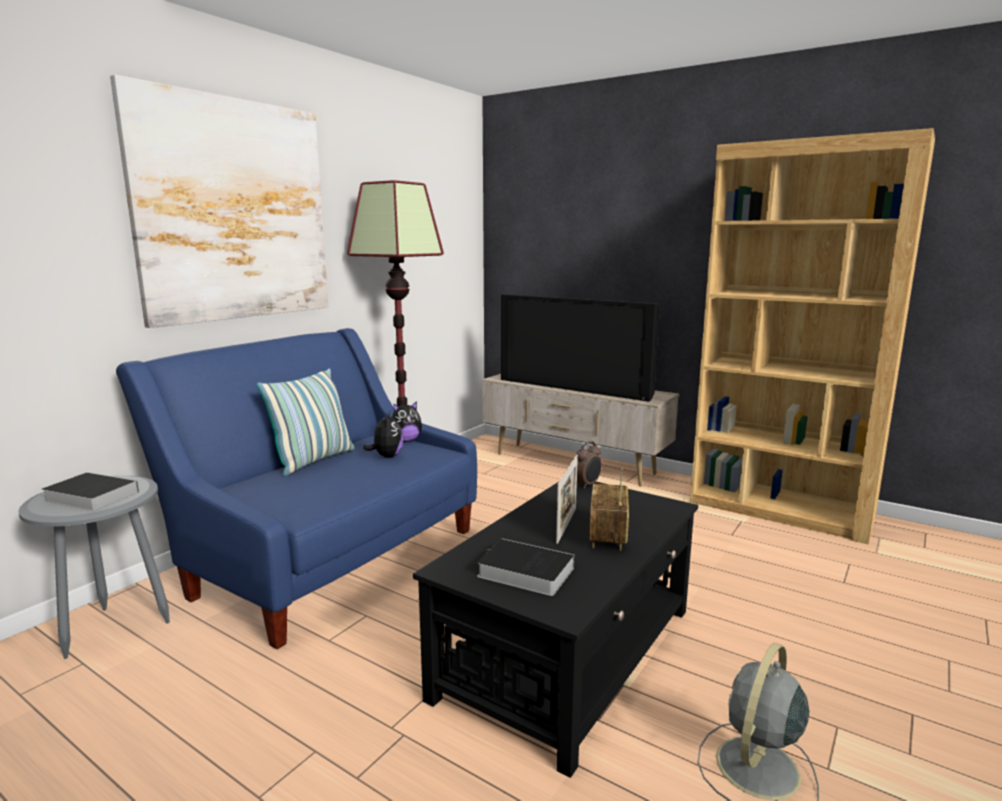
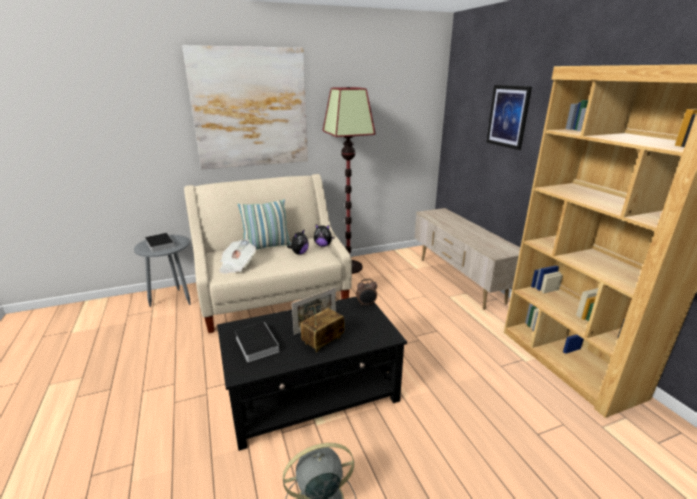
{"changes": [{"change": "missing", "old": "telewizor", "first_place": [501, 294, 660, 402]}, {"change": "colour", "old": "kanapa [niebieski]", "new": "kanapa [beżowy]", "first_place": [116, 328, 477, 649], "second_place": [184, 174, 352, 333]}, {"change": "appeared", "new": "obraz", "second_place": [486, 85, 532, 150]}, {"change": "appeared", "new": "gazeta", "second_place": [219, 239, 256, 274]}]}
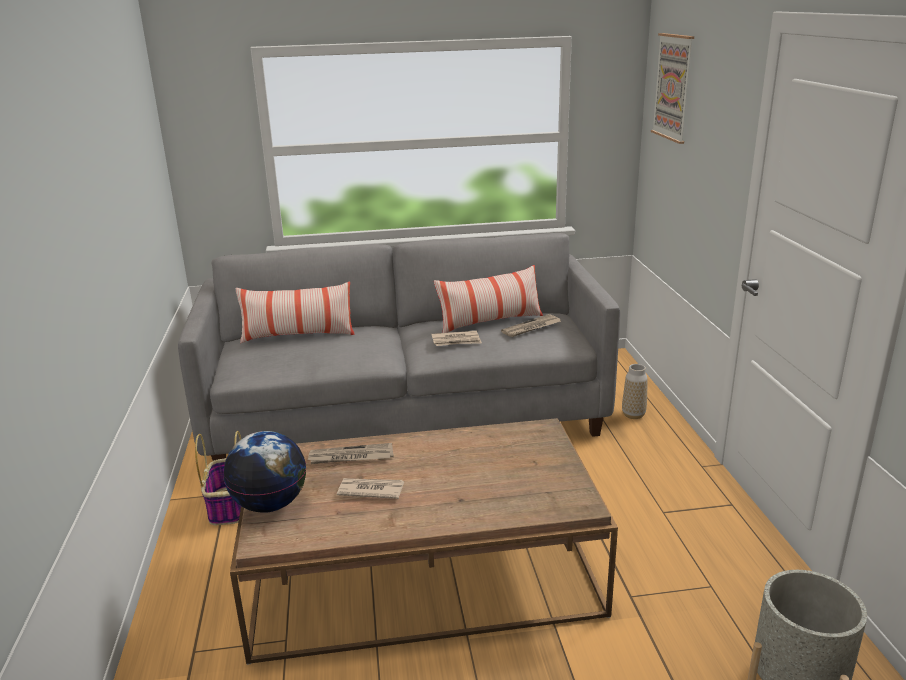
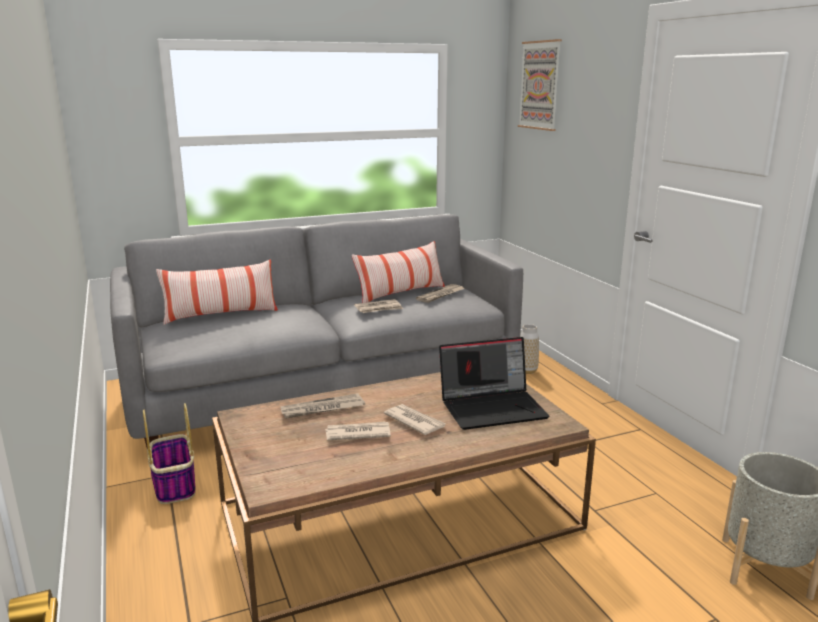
{"changes": [{"change": "missing", "old": "globus", "first_place": [223, 431, 306, 513]}, {"change": "appeared", "new": "laptop", "second_place": [439, 337, 550, 430]}, {"change": "appeared", "new": "gazeta", "second_place": [384, 404, 446, 435]}]}
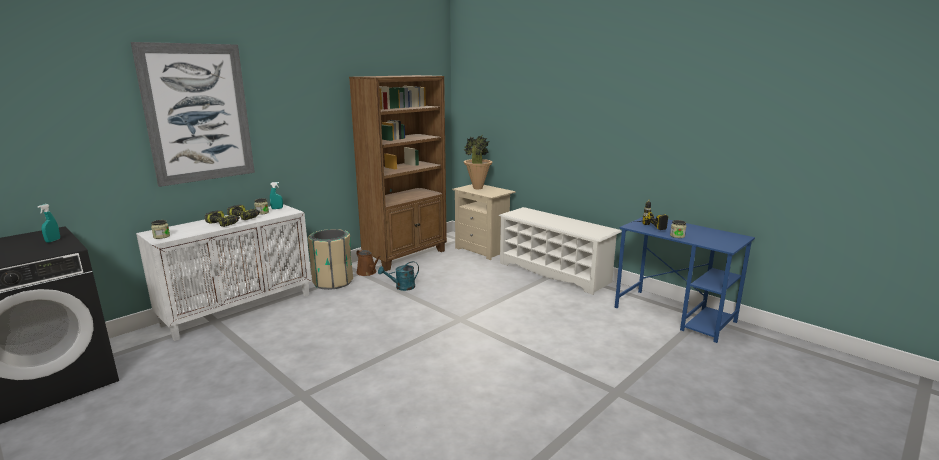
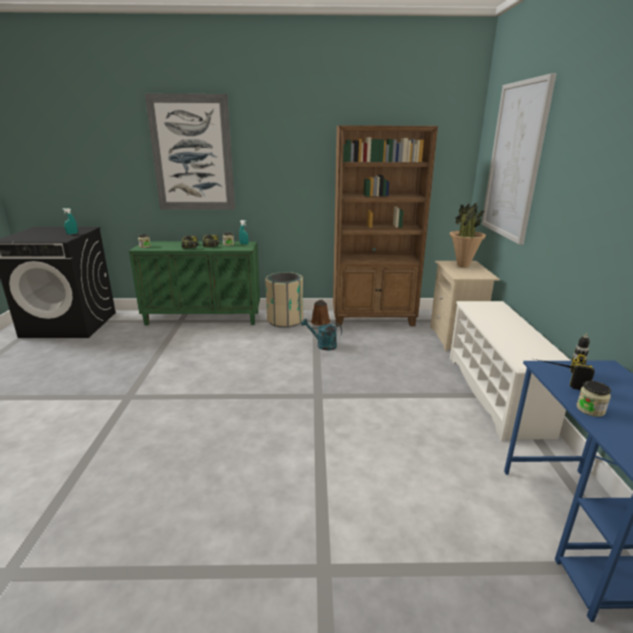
{"changes": [{"change": "colour", "old": "szafka [biały]", "new": "szafka [zielony]", "first_place": [136, 204, 312, 341], "second_place": [129, 241, 260, 325]}, {"change": "appeared", "new": "obraz", "second_place": [482, 73, 556, 245]}]}
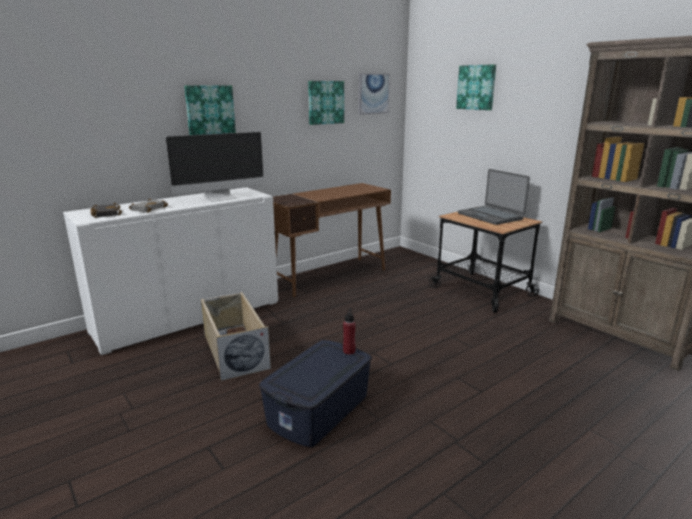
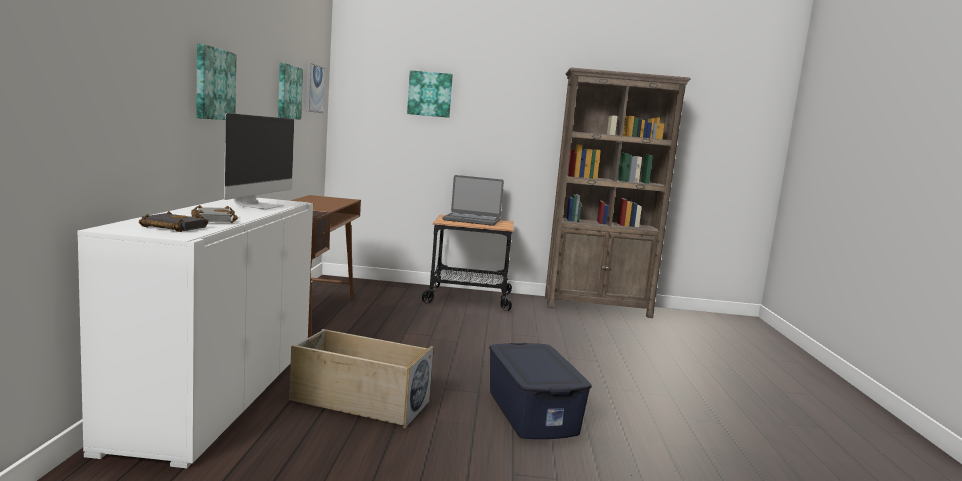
{"changes": [{"change": "missing", "old": "butelka [czerwony]", "first_place": [343, 308, 356, 355]}]}
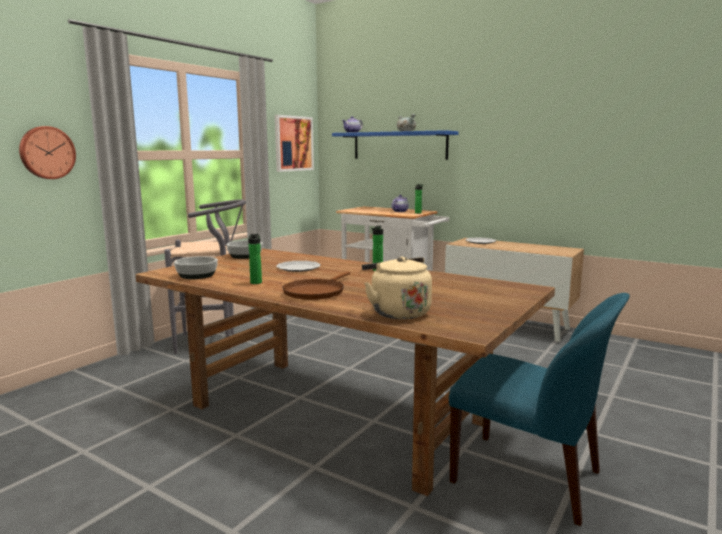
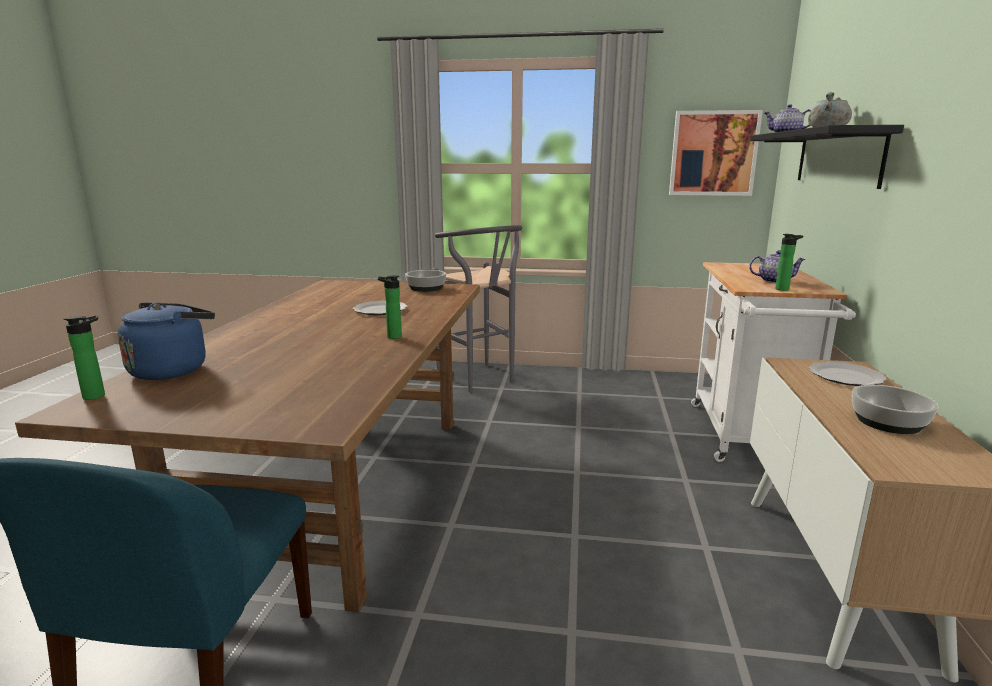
{"changes": [{"change": "missing", "old": "zegar ścienny", "first_place": [19, 126, 76, 179]}, {"change": "colour", "old": "półka [niebieski]", "new": "półka [czarny]", "first_place": [332, 130, 458, 160], "second_place": [750, 125, 904, 189]}, {"change": "relocated", "old": "butelka", "first_place": [248, 234, 262, 284], "second_place": [64, 315, 105, 400]}, {"change": "relocated", "old": "miska", "first_place": [174, 256, 218, 279], "second_place": [852, 385, 938, 434]}, {"change": "colour", "old": "czajnik [beżowy]", "new": "czajnik [niebieski]", "first_place": [362, 256, 432, 319], "second_place": [118, 302, 215, 380]}, {"change": "missing", "old": "patelnia [brązowy]", "first_place": [282, 271, 350, 300]}]}
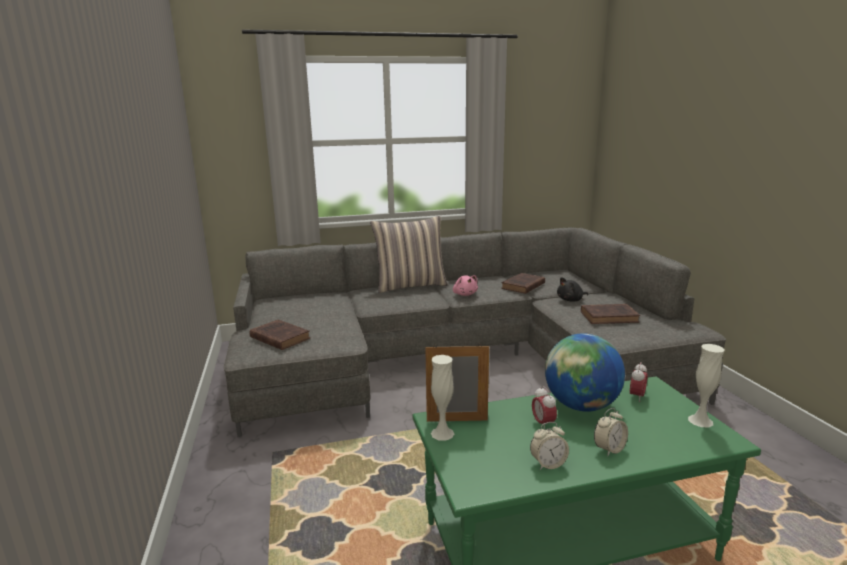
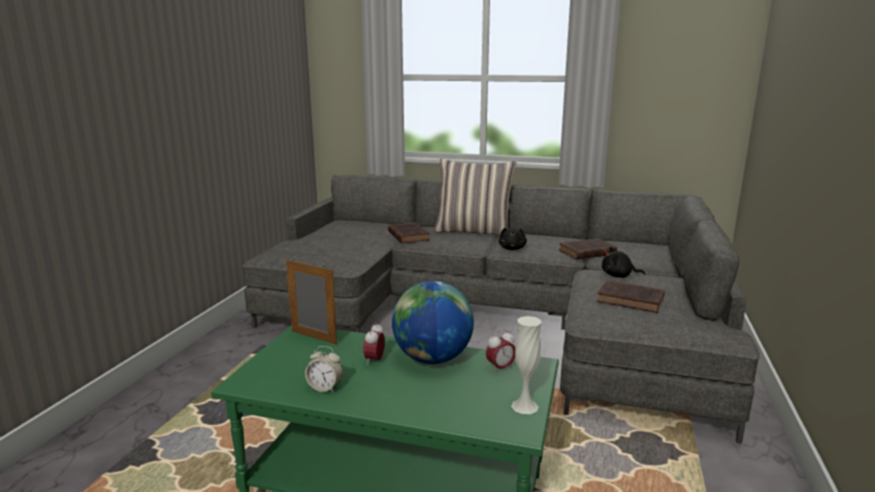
{"changes": [{"change": "colour", "old": "pluszak [różowy]", "new": "pluszak [czarny]", "first_place": [453, 275, 478, 296], "second_place": [499, 227, 527, 250]}, {"change": "relocated", "old": "książka [brązowy]", "first_place": [249, 320, 310, 350], "second_place": [388, 223, 430, 243]}, {"change": "missing", "old": "wazon [biały]", "first_place": [431, 355, 454, 441]}, {"change": "missing", "old": "budzik", "first_place": [594, 408, 628, 456]}]}
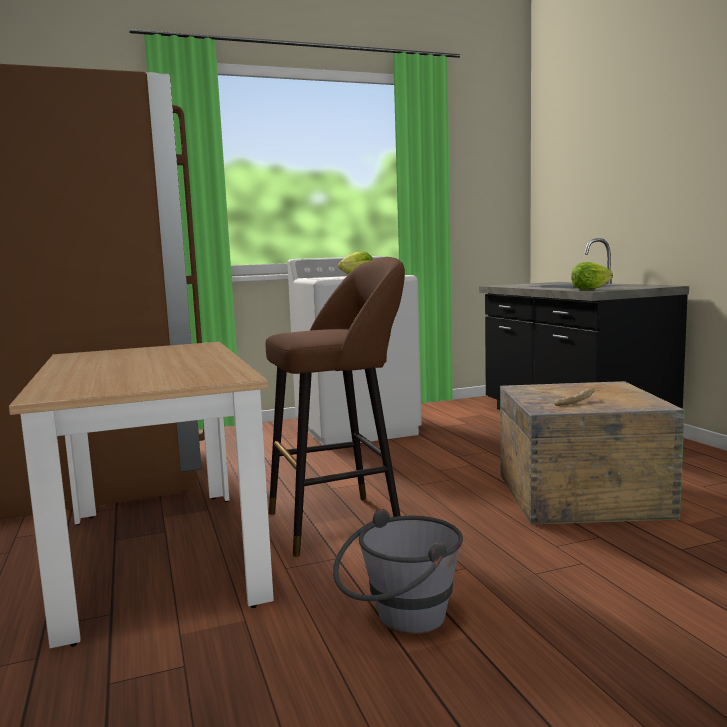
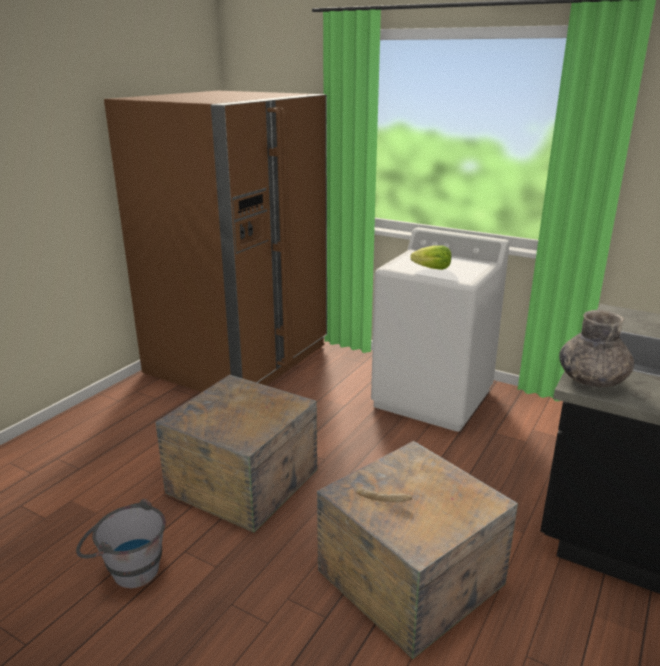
{"changes": [{"change": "exchanged", "old": "stołek [brązowy]", "new": "skrzynka", "first_place": [266, 257, 405, 557], "second_place": [155, 375, 317, 533]}, {"change": "exchanged", "old": "sałata", "new": "wazon [szary]", "first_place": [571, 262, 613, 290], "second_place": [559, 310, 634, 387]}, {"change": "missing", "old": "stół jadalny [beżowy]", "first_place": [9, 342, 274, 648]}]}
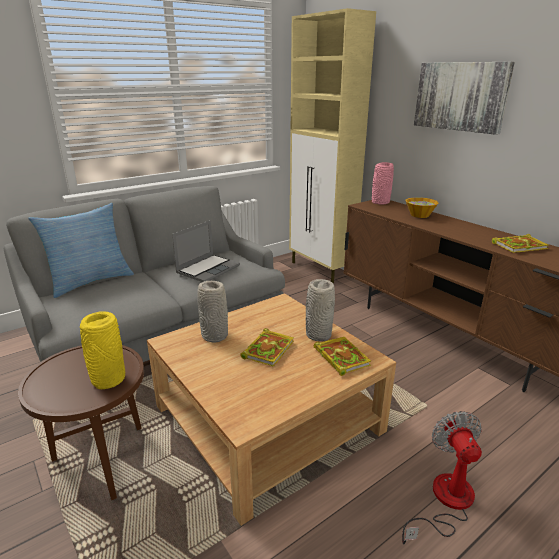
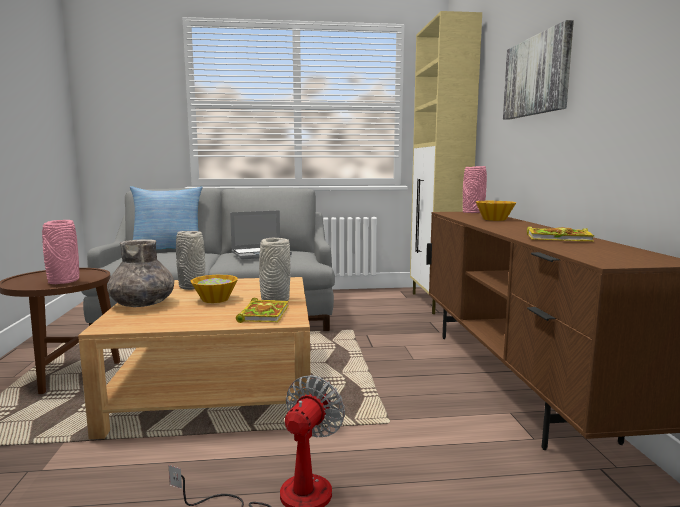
{"changes": [{"change": "colour", "old": "wazon [żółty]", "new": "wazon [różowy]", "first_place": [80, 311, 125, 389], "second_place": [42, 220, 79, 284]}, {"change": "exchanged", "old": "książka", "new": "miska", "first_place": [240, 328, 294, 367], "second_place": [191, 275, 238, 303]}, {"change": "appeared", "new": "wazon [szary]", "second_place": [107, 239, 174, 307]}]}
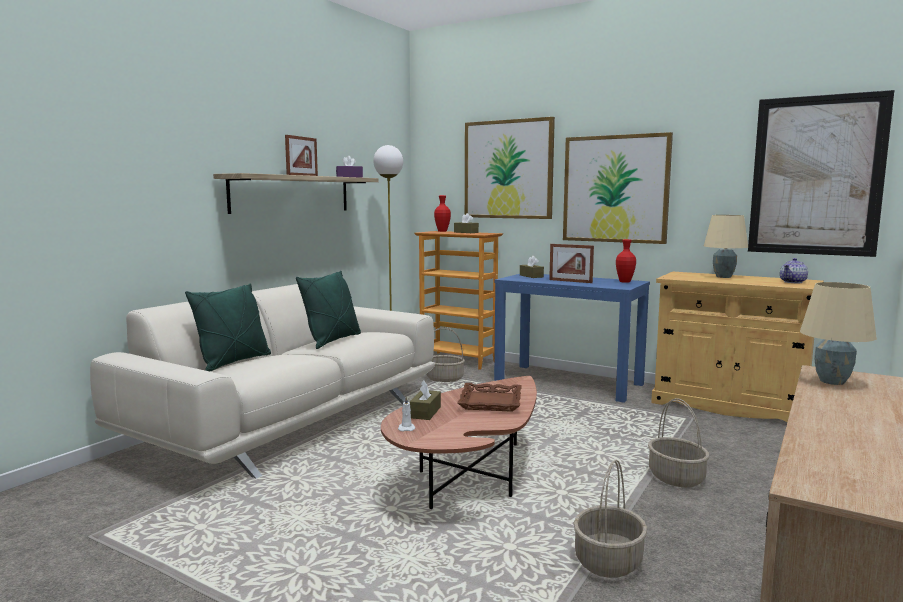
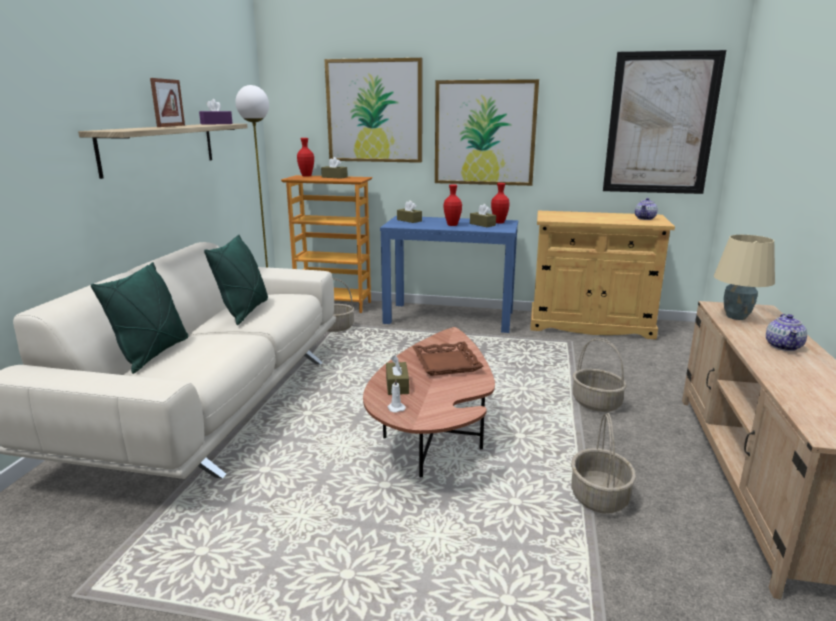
{"changes": [{"change": "missing", "old": "lampa stołowa [beżowy]", "first_place": [704, 215, 748, 278]}, {"change": "exchanged", "old": "ramka na zdjęcie", "new": "wazon [czerwony]", "first_place": [549, 244, 594, 283], "second_place": [444, 184, 462, 226]}, {"change": "appeared", "new": "pudełko chusteczek [brązowy]", "second_place": [470, 204, 496, 227]}, {"change": "appeared", "new": "imbryk", "second_place": [766, 314, 807, 351]}]}
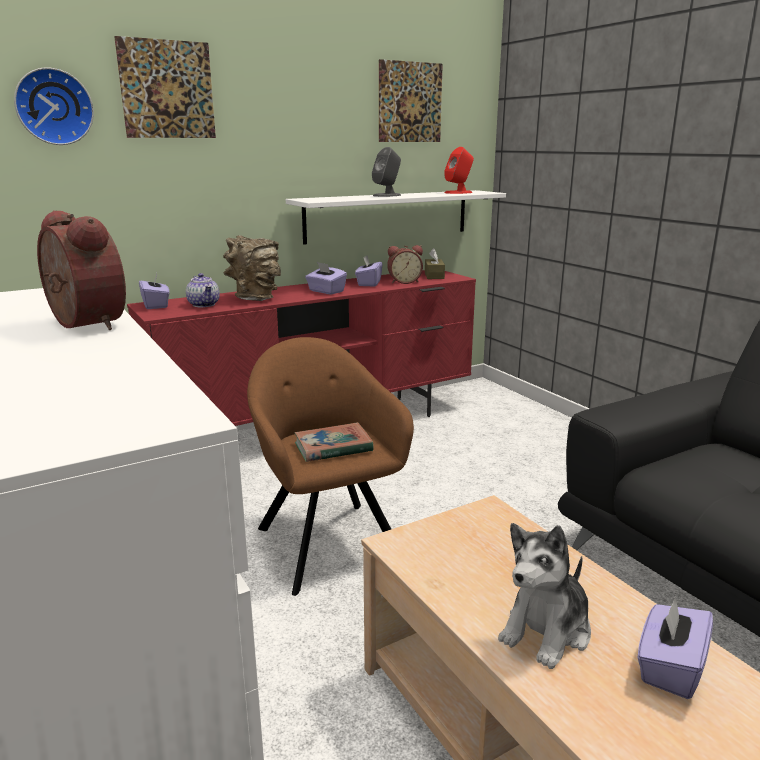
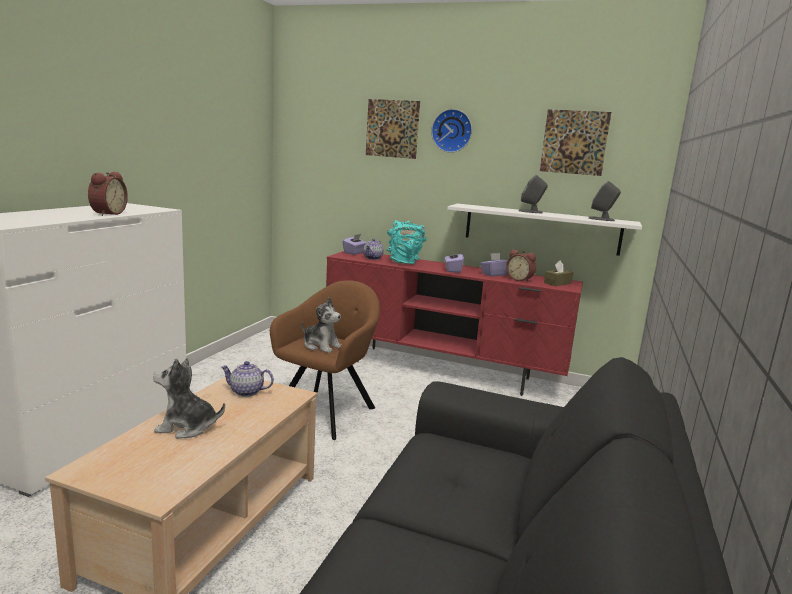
{"changes": [{"change": "relocated", "old": "zegar ścienny", "first_place": [14, 67, 94, 145], "second_place": [431, 109, 472, 153]}, {"change": "colour", "old": "głośnik [czerwony]", "new": "głośnik [szary]", "first_place": [444, 147, 474, 194], "second_place": [589, 181, 621, 221]}, {"change": "colour", "old": "wazon [brązowy]", "new": "wazon [turkusowy]", "first_place": [223, 235, 281, 301], "second_place": [386, 220, 427, 264]}, {"change": "exchanged", "old": "książka", "new": "pluszak", "first_place": [294, 422, 374, 462], "second_place": [301, 297, 342, 353]}, {"change": "missing", "old": "pudełko chusteczek [fioletowy]", "first_place": [637, 596, 713, 699]}, {"change": "appeared", "new": "imbryk", "second_place": [221, 361, 274, 397]}]}
